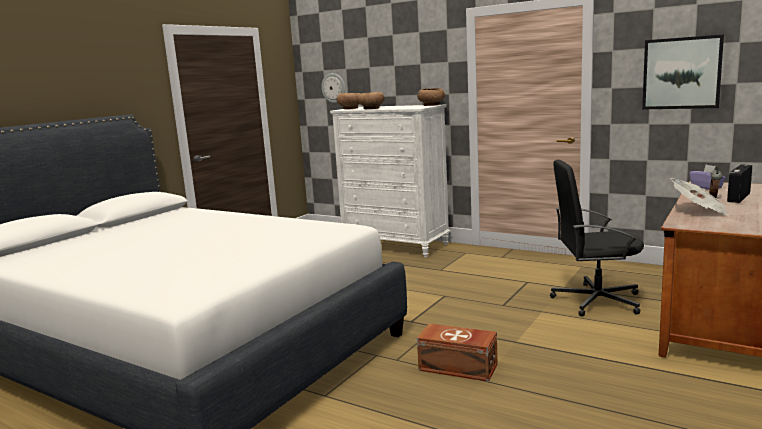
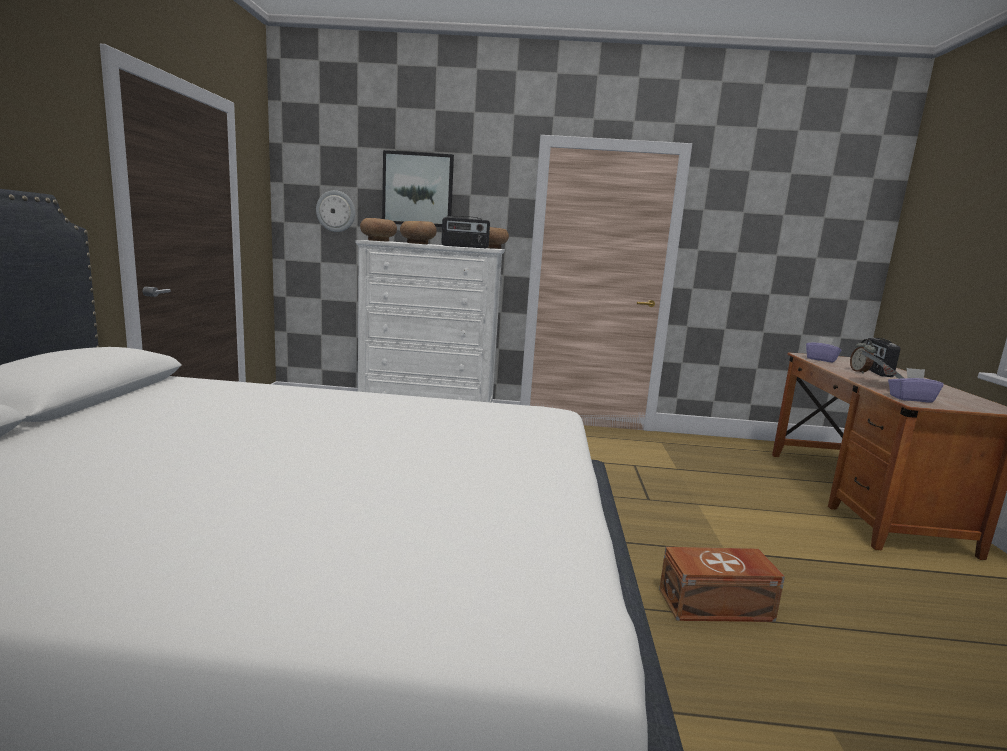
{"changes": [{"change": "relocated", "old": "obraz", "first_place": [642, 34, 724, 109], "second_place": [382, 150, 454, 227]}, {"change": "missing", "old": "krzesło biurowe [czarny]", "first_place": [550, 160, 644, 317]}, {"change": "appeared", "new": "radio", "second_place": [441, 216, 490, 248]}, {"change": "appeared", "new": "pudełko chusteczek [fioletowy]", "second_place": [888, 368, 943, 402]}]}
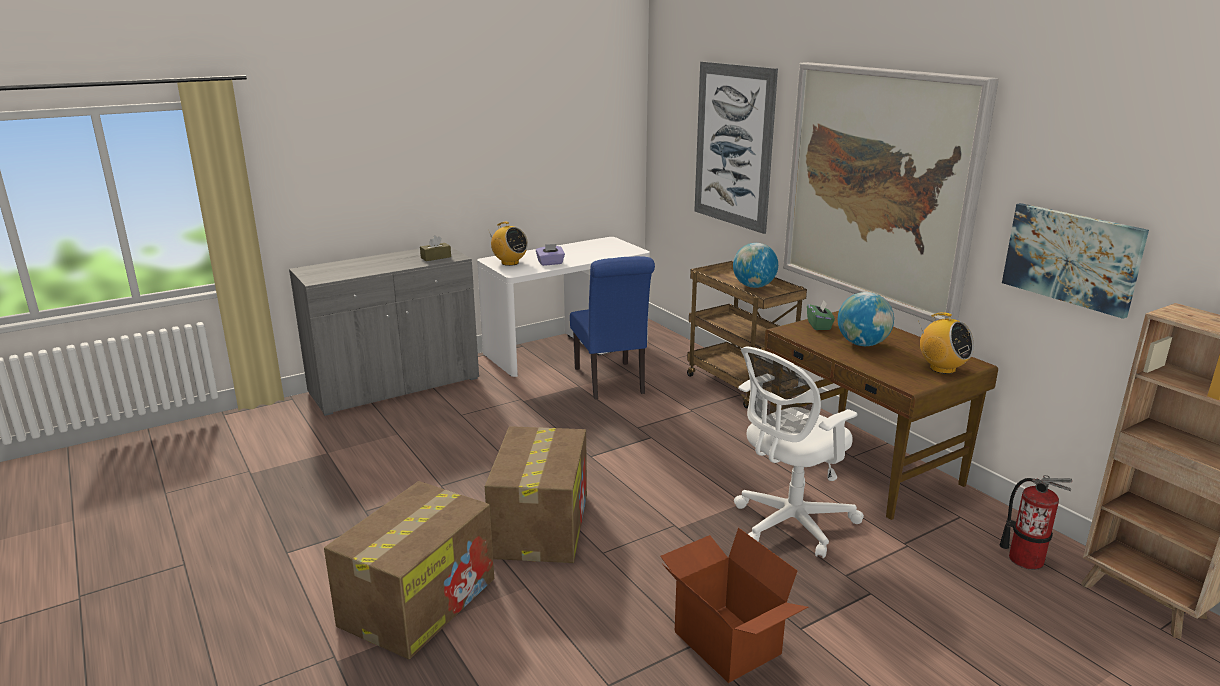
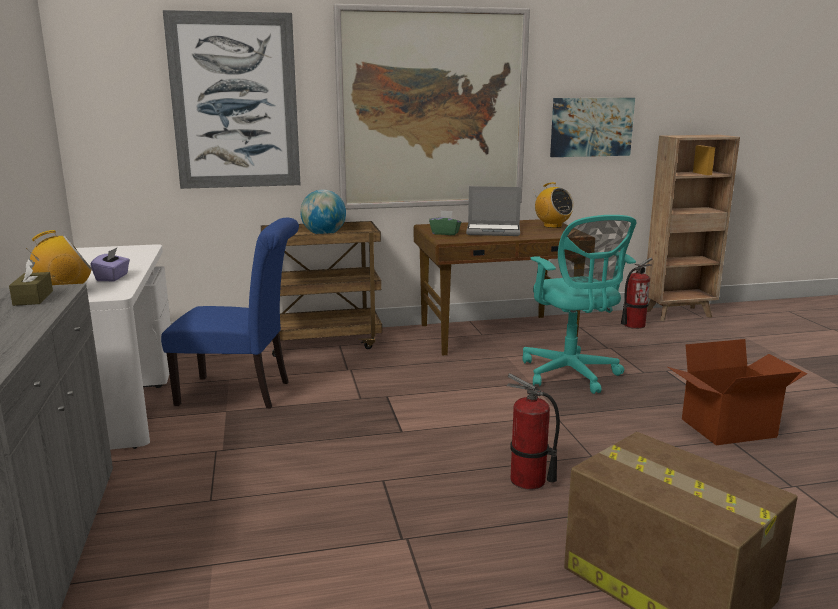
{"changes": [{"change": "exchanged", "old": "globus", "new": "laptop", "first_place": [838, 292, 894, 346], "second_place": [466, 186, 521, 236]}, {"change": "spun", "old": "radio", "first_place": [918, 312, 974, 374], "second_place": [533, 182, 574, 228], "degrees": 75}, {"change": "colour", "old": "krzesło biurowe [biały]", "new": "krzesło biurowe [turkusowy]", "first_place": [734, 346, 864, 558], "second_place": [522, 215, 637, 394]}, {"change": "exchanged", "old": "karton", "new": "gaśnica", "first_place": [485, 426, 587, 563], "second_place": [507, 373, 560, 489]}]}
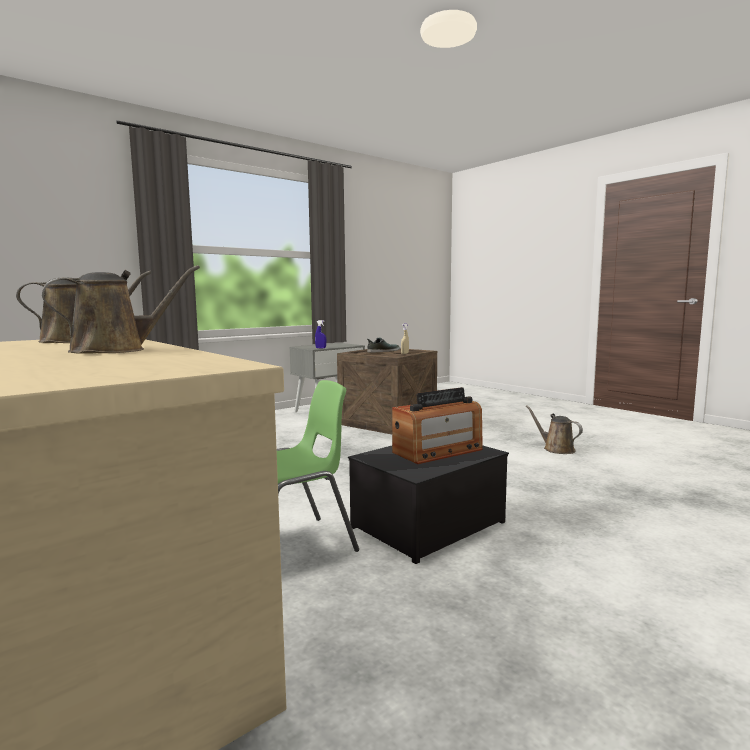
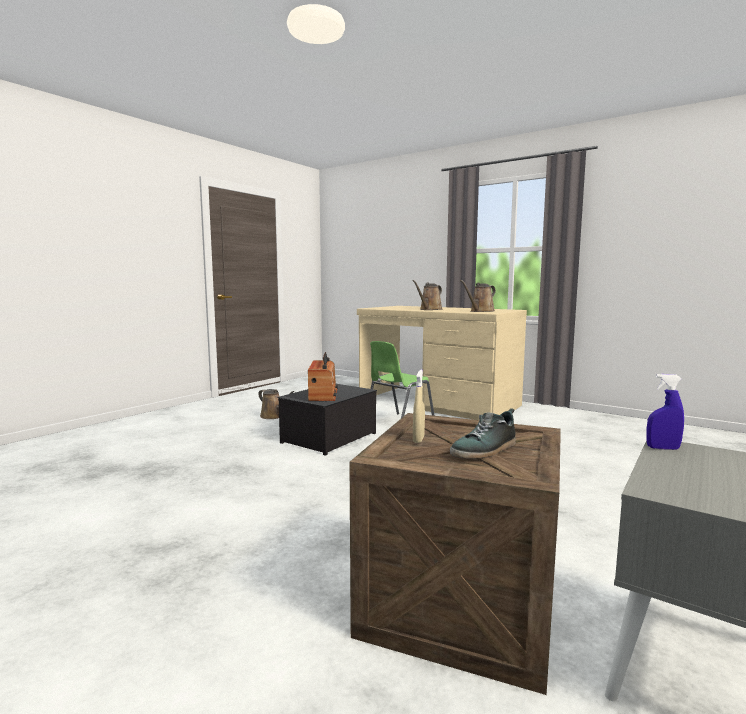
{"changes": [{"change": "spun", "old": "radio", "first_place": [392, 387, 483, 464], "second_place": [308, 352, 338, 401], "degrees": 135}, {"change": "relocated", "old": "konewka [brązowy]", "first_place": [526, 405, 583, 454], "second_place": [258, 389, 294, 419]}]}
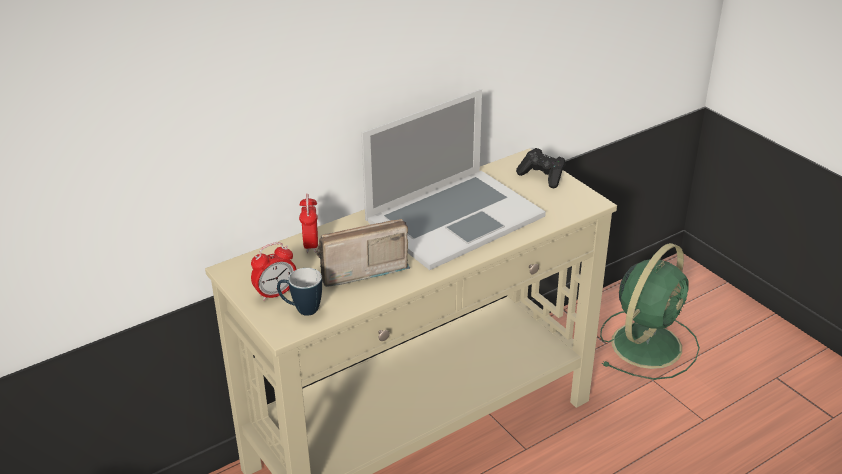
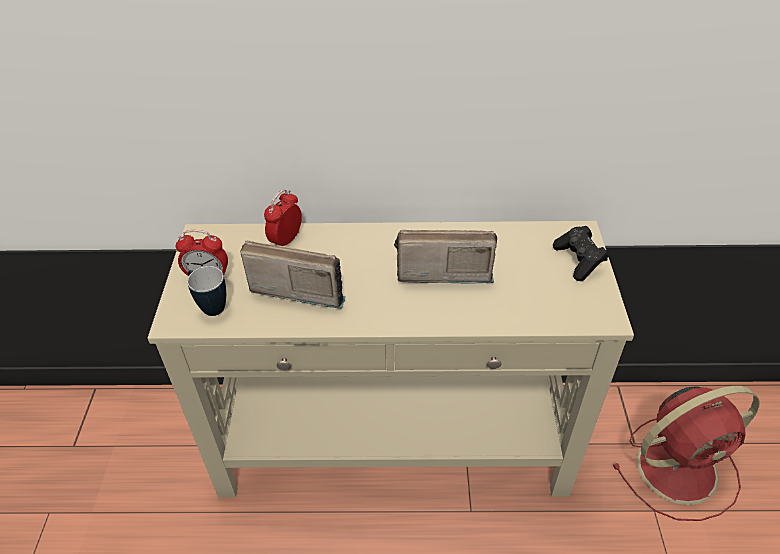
{"changes": [{"change": "exchanged", "old": "laptop", "new": "radio", "first_place": [361, 89, 546, 270], "second_place": [394, 230, 497, 284]}, {"change": "colour", "old": "wentylator [zielony]", "new": "wentylator [czerwony]", "first_place": [600, 243, 700, 380], "second_place": [613, 386, 760, 521]}]}
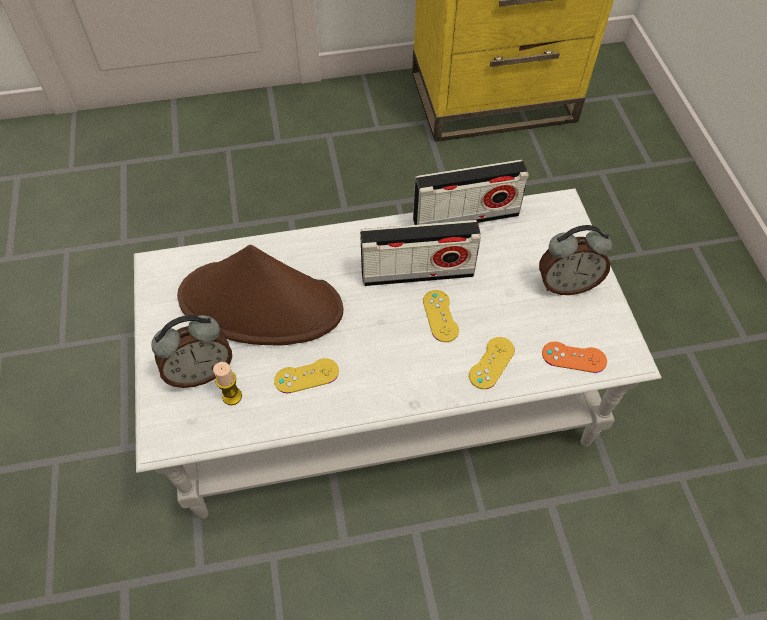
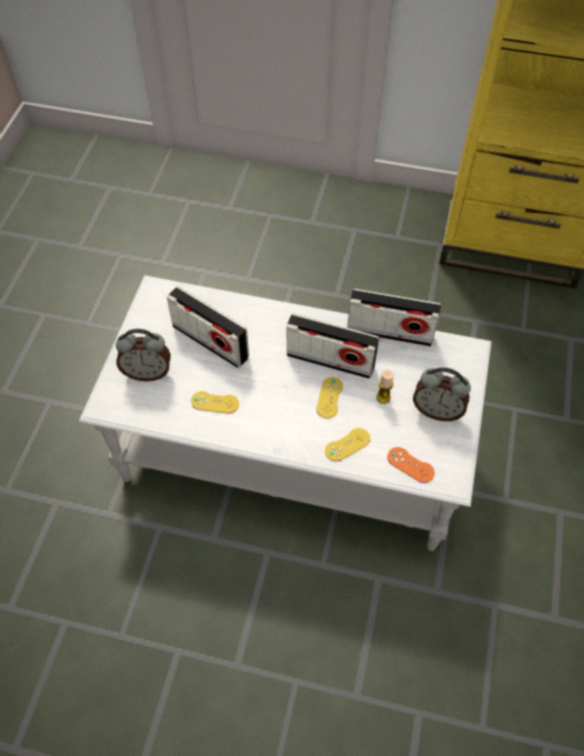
{"changes": [{"change": "exchanged", "old": "kapelusz [brązowy]", "new": "radio", "first_place": [177, 245, 343, 345], "second_place": [167, 286, 249, 368]}, {"change": "relocated", "old": "świeca", "first_place": [213, 362, 242, 405], "second_place": [376, 370, 394, 404]}]}
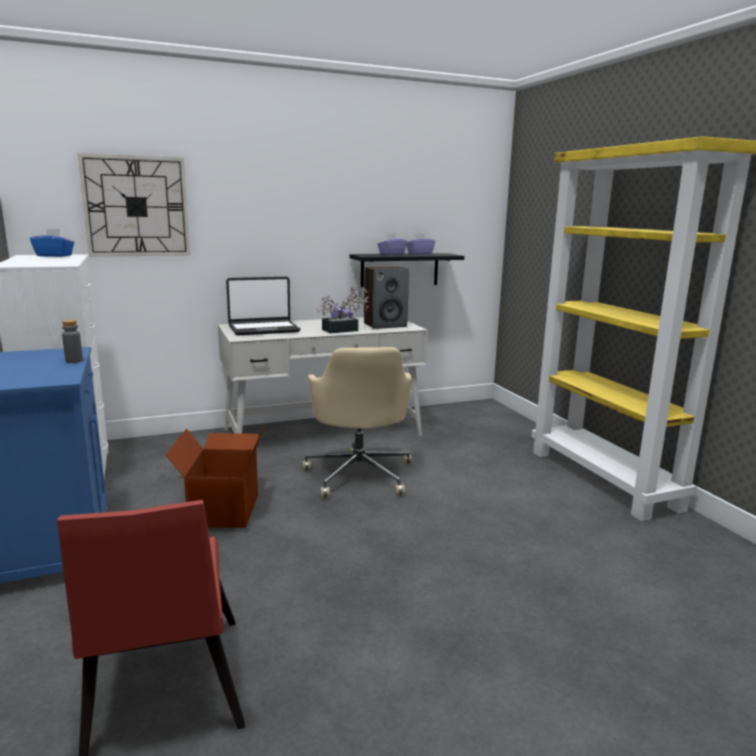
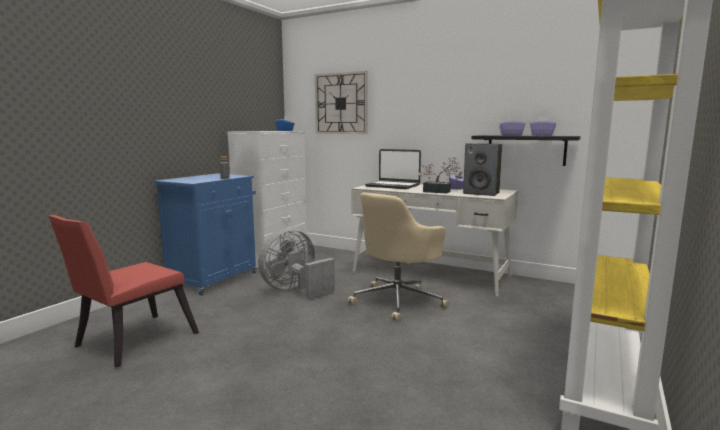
{"changes": [{"change": "exchanged", "old": "karton", "new": "wentylator [szary]", "first_place": [166, 426, 264, 528], "second_place": [258, 228, 335, 298]}]}
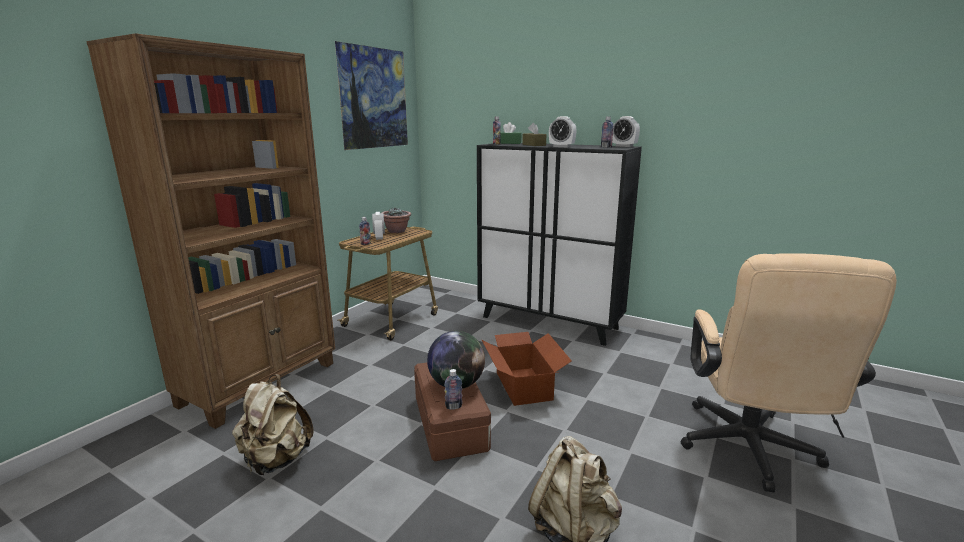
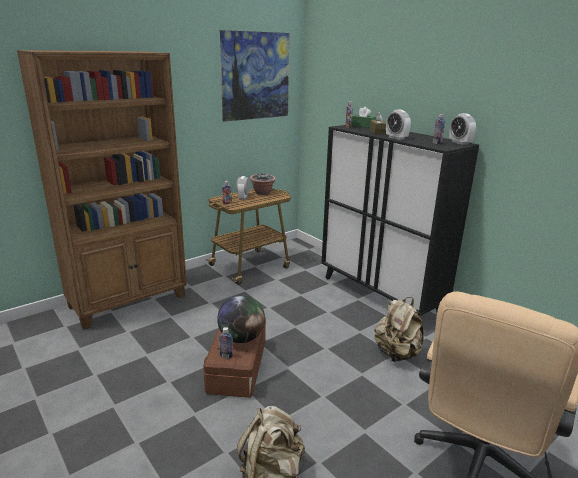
{"changes": [{"change": "missing", "old": "karton", "first_place": [482, 332, 572, 406]}, {"change": "relocated", "old": "plecak [beżowy]", "first_place": [232, 374, 314, 475], "second_place": [374, 297, 424, 362]}]}
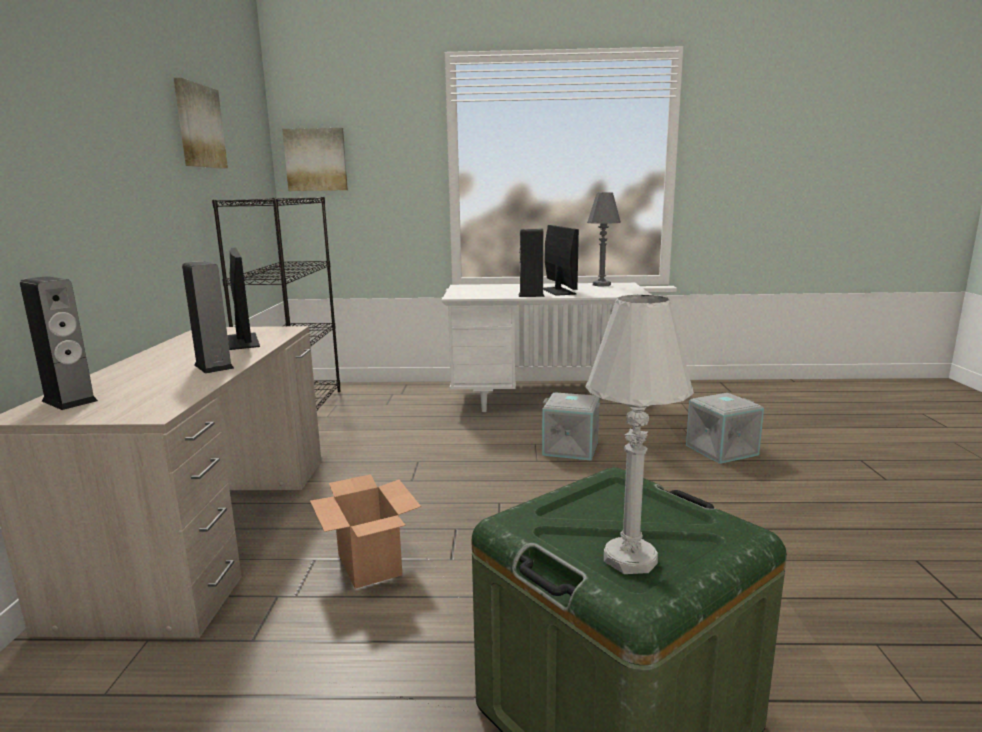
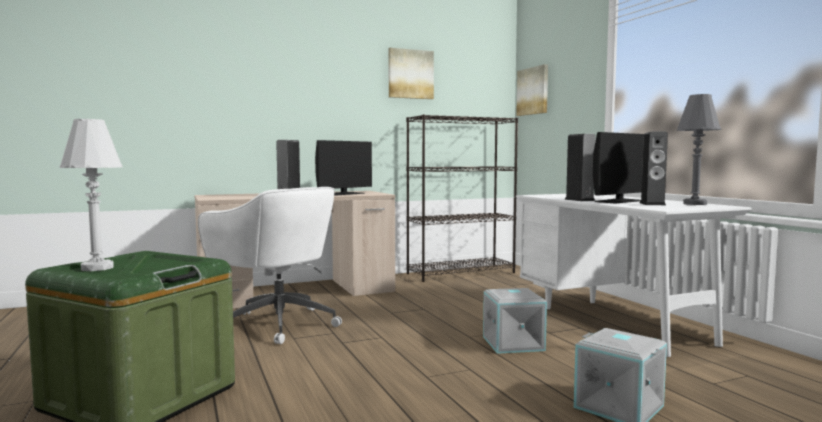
{"changes": [{"change": "relocated", "old": "głośnik", "first_place": [20, 276, 98, 410], "second_place": [640, 131, 668, 205]}, {"change": "exchanged", "old": "karton", "new": "krzesło biurowe [biały]", "first_place": [310, 474, 421, 589], "second_place": [198, 187, 342, 344]}]}
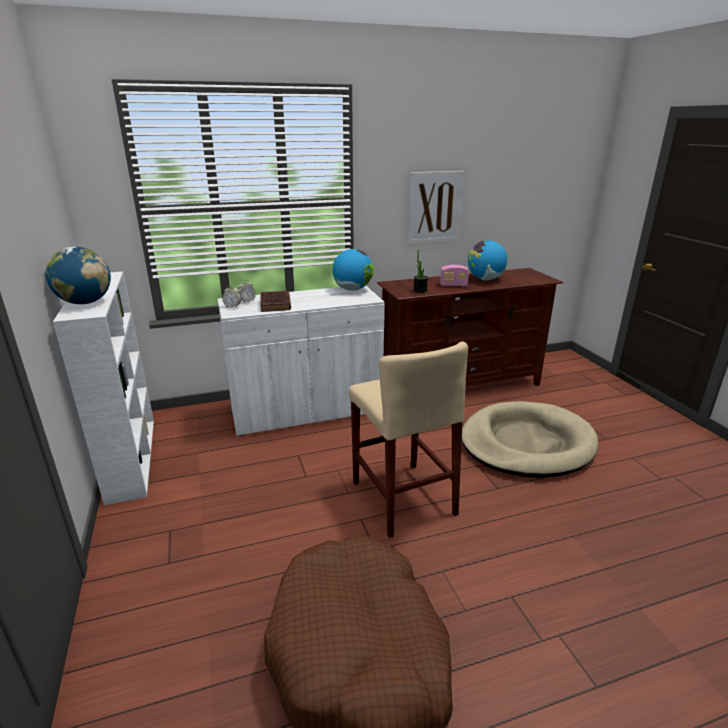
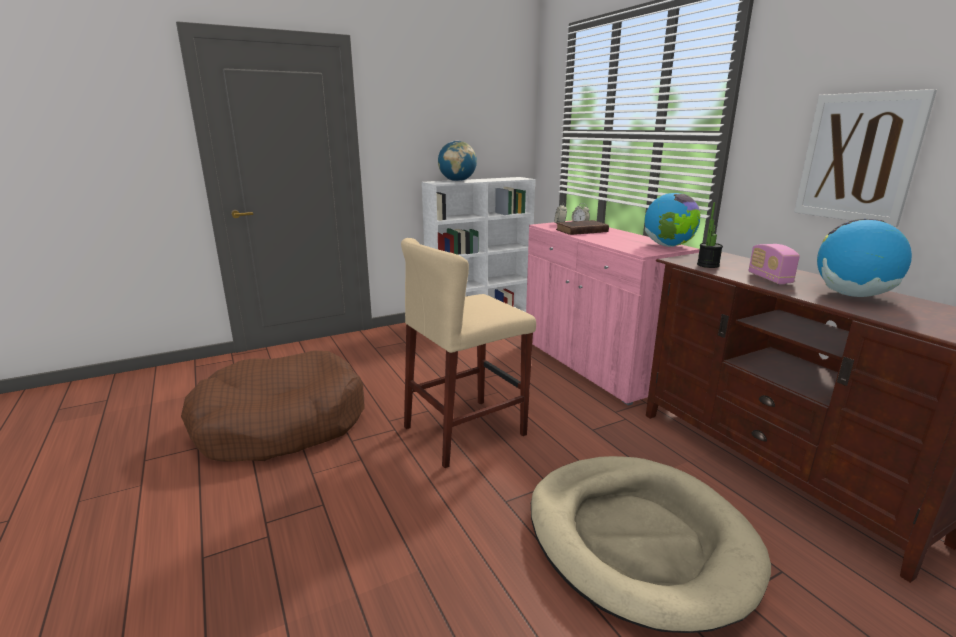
{"changes": [{"change": "colour", "old": "szafka [biały]", "new": "szafka [różowy]", "first_place": [218, 286, 385, 437], "second_place": [526, 221, 700, 406]}]}
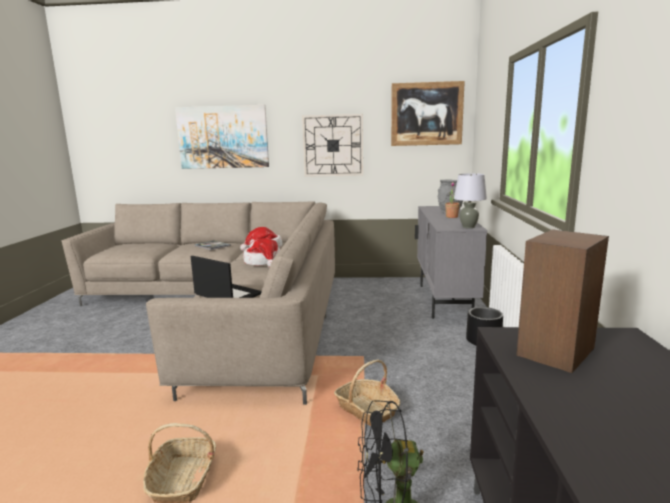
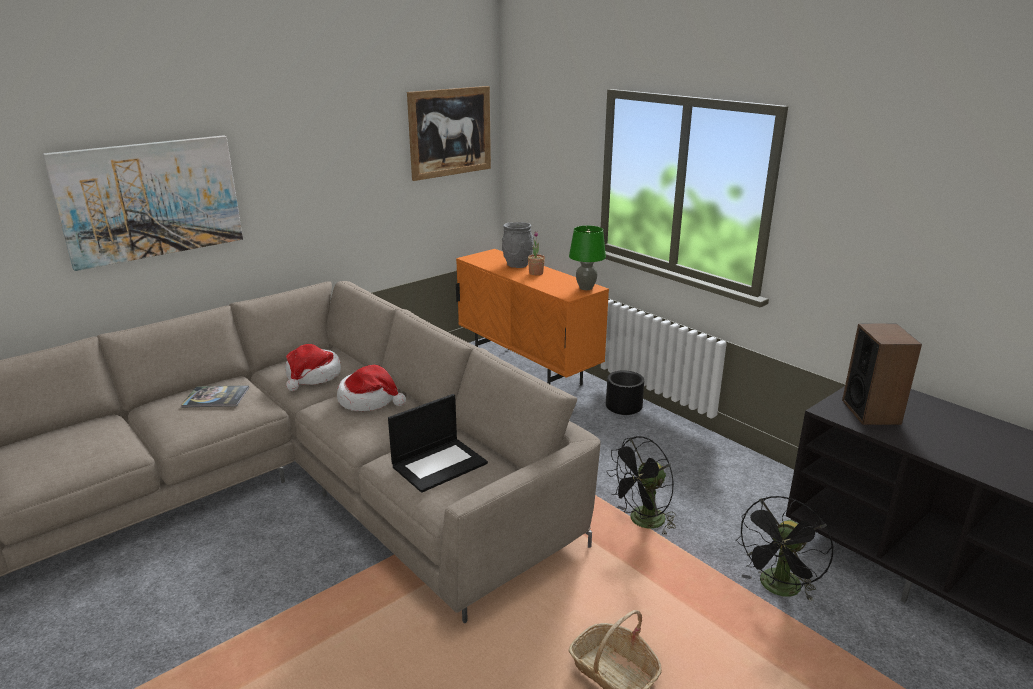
{"changes": [{"change": "missing", "old": "zegar ścienny", "first_place": [302, 114, 363, 177]}, {"change": "colour", "old": "lampa stołowa [szary]", "new": "lampa stołowa [zielony]", "first_place": [454, 173, 487, 228], "second_place": [569, 225, 606, 290]}, {"change": "colour", "old": "szafka [szary]", "new": "szafka [pomarańczowy]", "first_place": [415, 206, 487, 319], "second_place": [456, 249, 609, 385]}, {"change": "spun", "old": "laptop", "first_place": [190, 256, 262, 298], "second_place": [388, 394, 488, 493], "degrees": 150}, {"change": "exchanged", "old": "koszyk", "new": "wentylator [czarny]", "first_place": [334, 359, 400, 426], "second_place": [606, 436, 676, 536]}]}
